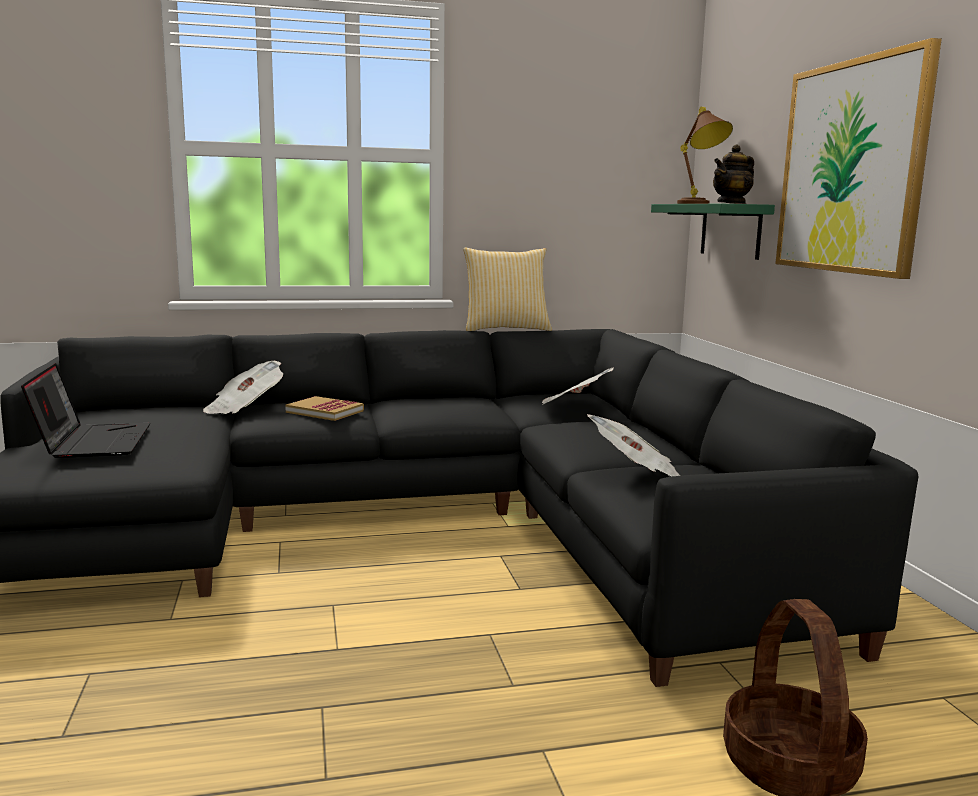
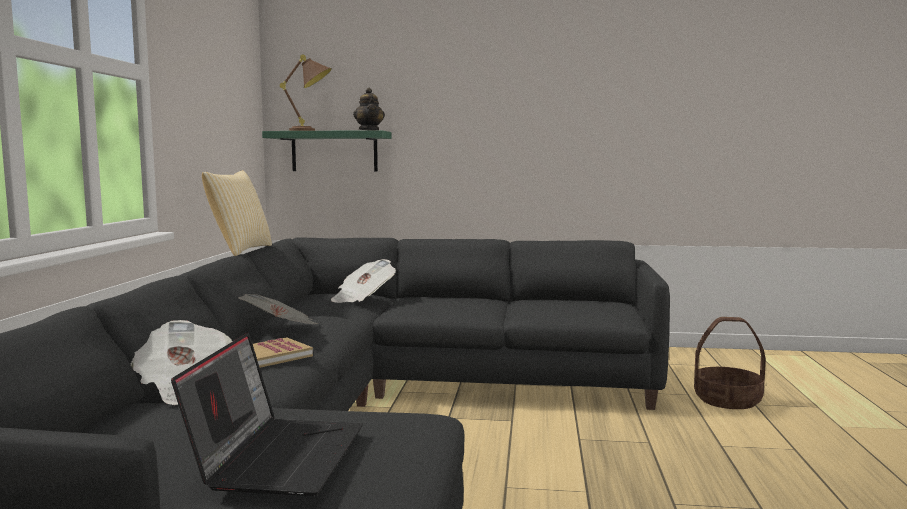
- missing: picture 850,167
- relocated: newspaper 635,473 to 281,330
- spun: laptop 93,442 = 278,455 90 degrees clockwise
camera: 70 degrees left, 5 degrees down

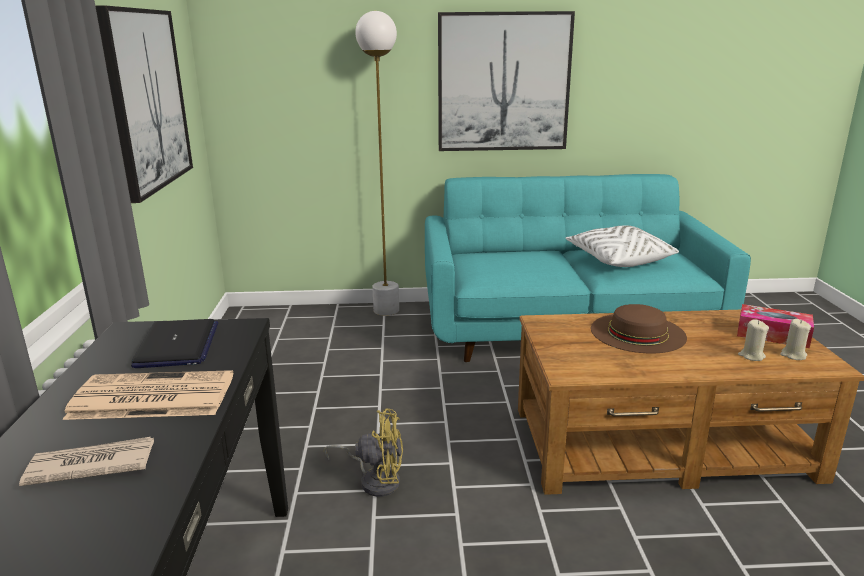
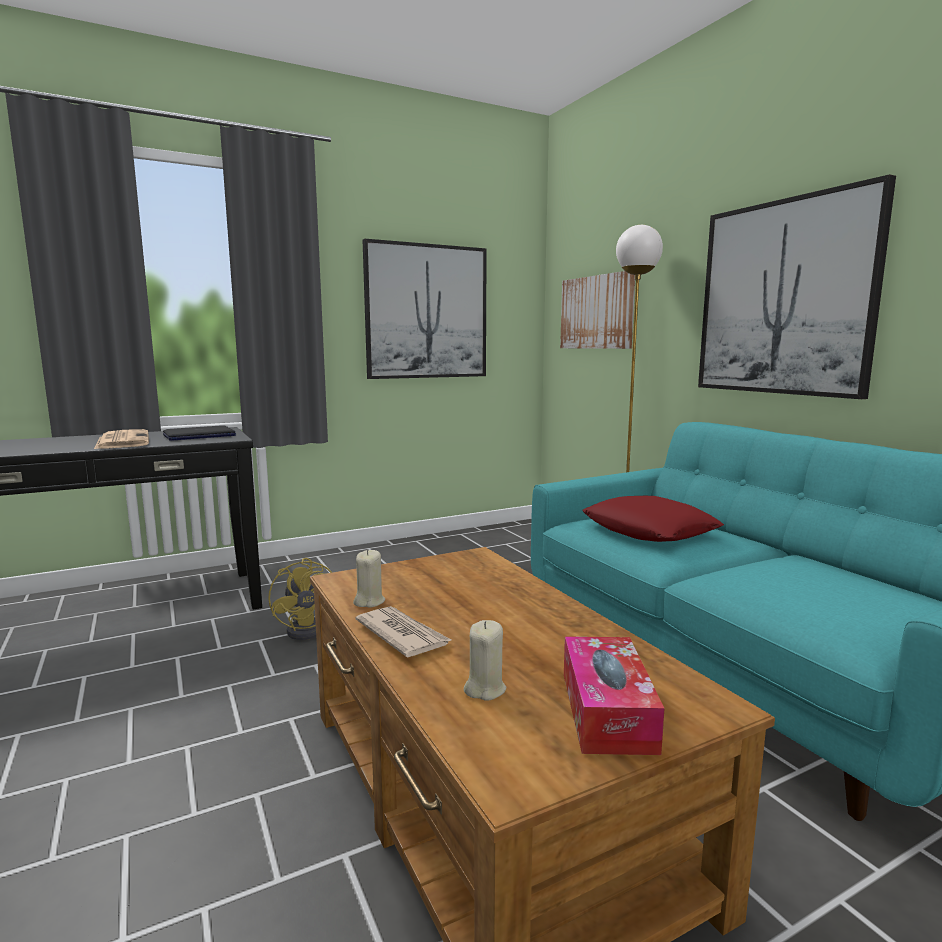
- missing: white_pillow 618,260
- missing: brown_hat 637,333
- appeared: picture 597,312
- appeared: red_pillow 649,530
- relocated: newspaper 90,465 to 402,635
- relocated: beige_candle 793,355 to 369,601
camera: 65 degrees right, 10 degrees down

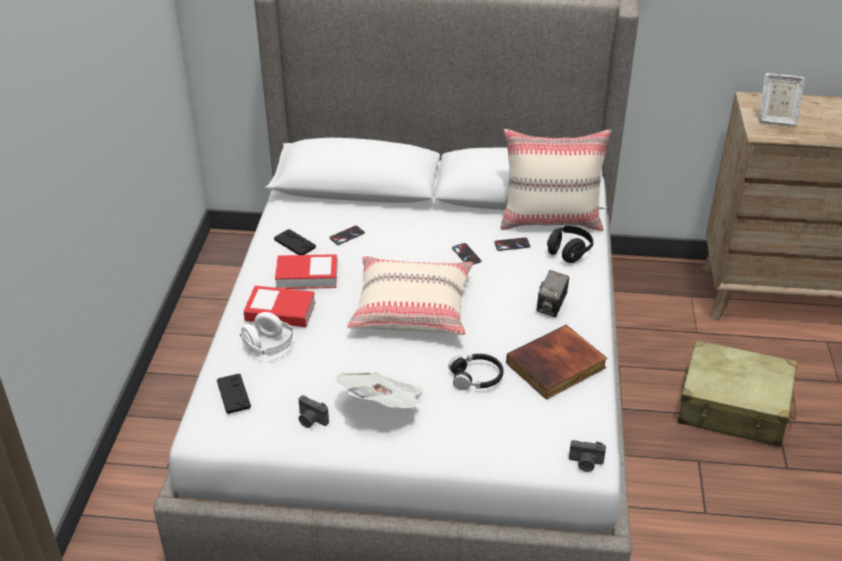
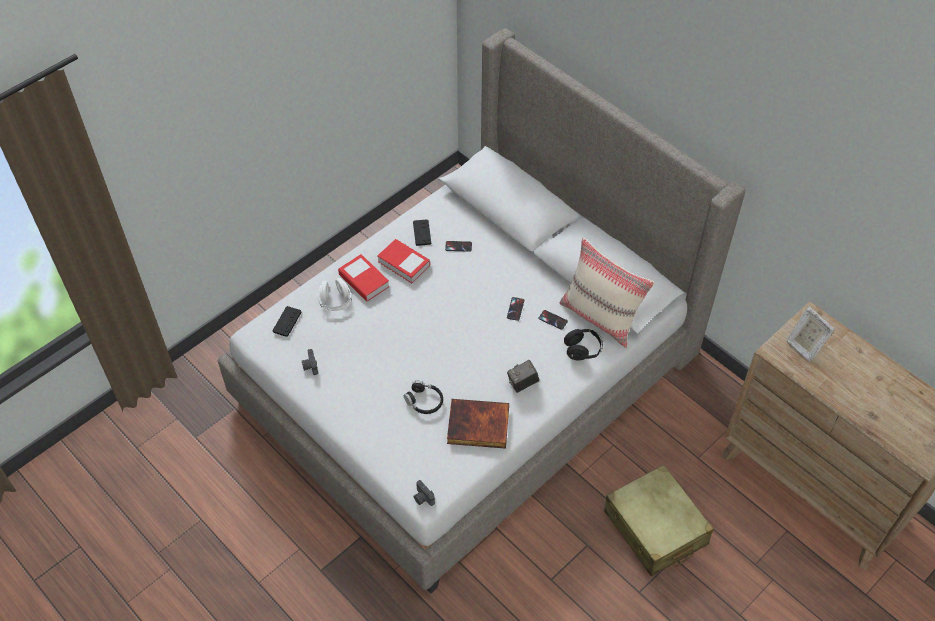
- missing: newspaper 384,406
- missing: beige_pillow 412,307
camera: 40 degrees right, 15 degrees up

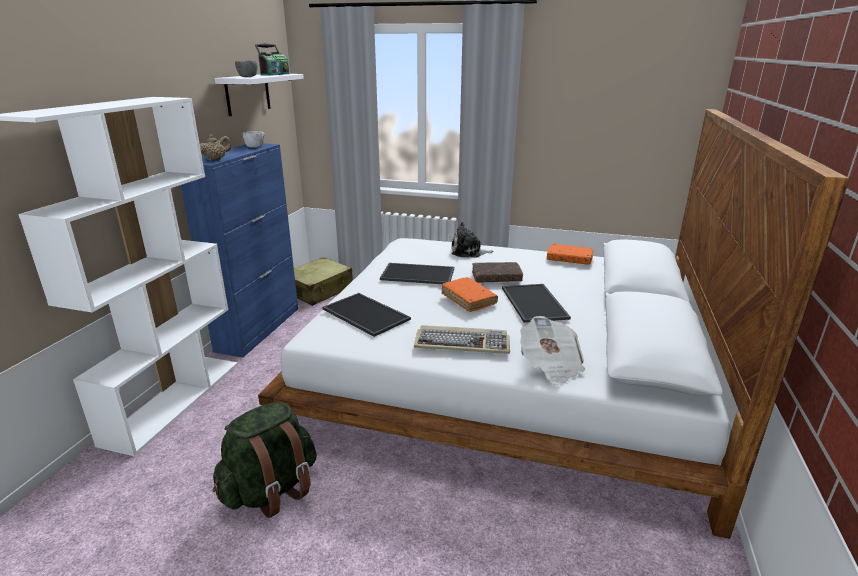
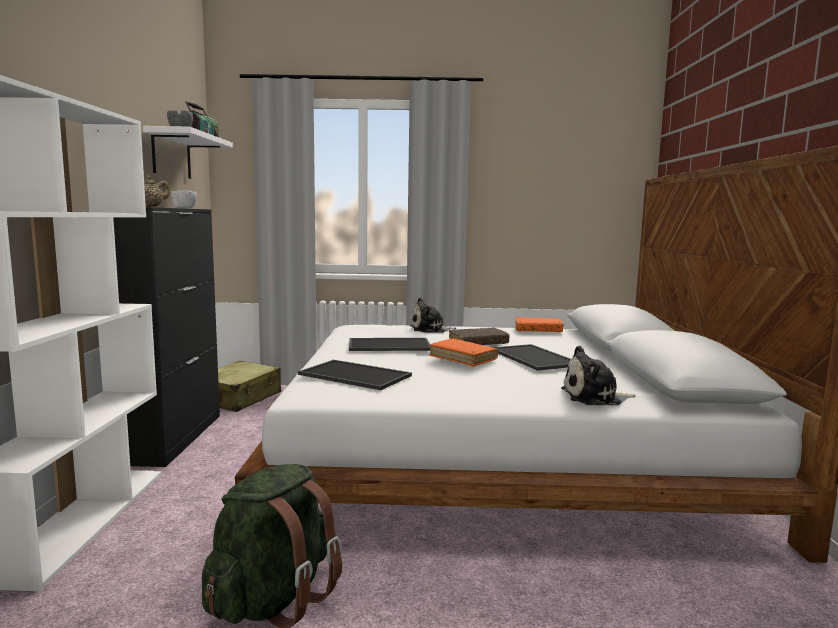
- missing: keyboard 463,343
- exchanged: newspaper 550,365 to plush_toy 594,397
- colour: blue_cabinet 259,328 to black_cabinet 176,437
camera: 15 degrees left, 15 degrees down

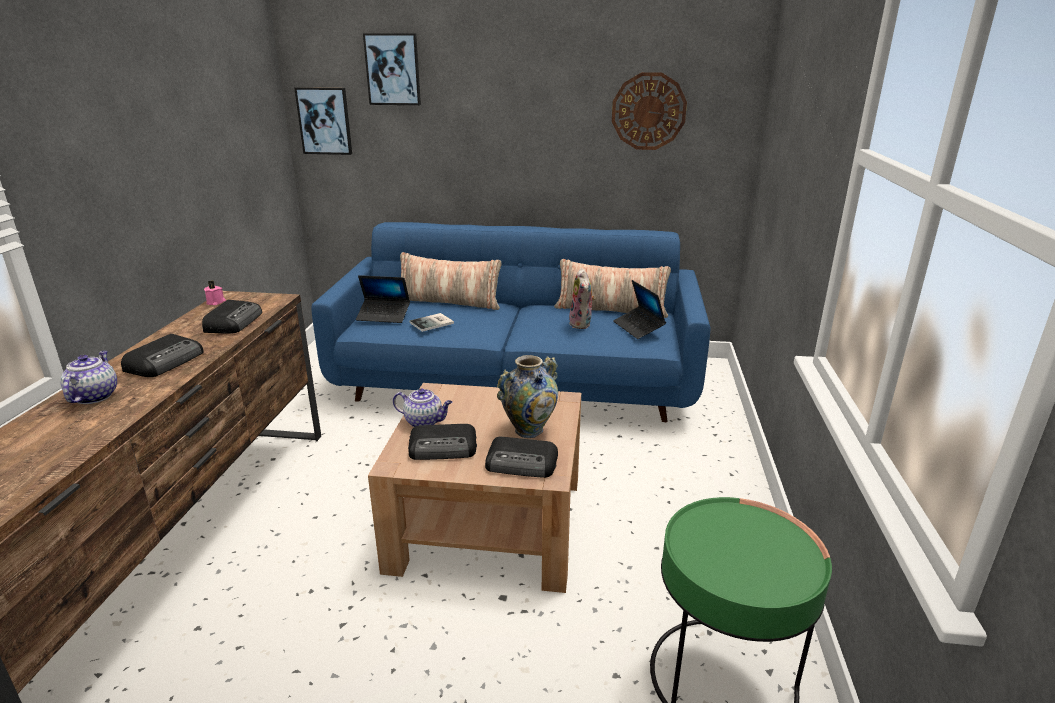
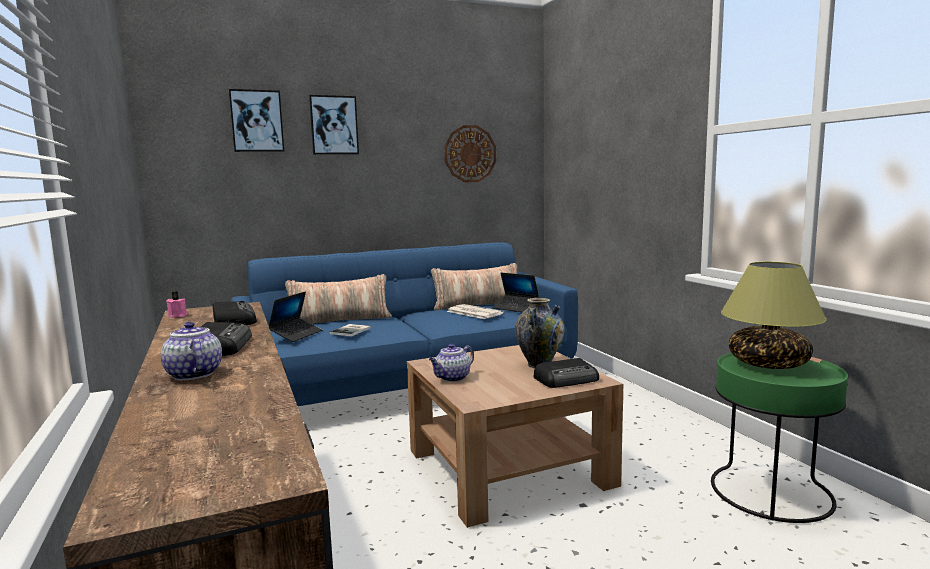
- missing: radio 444,448
- appeared: table_lamp 768,363
- relocated: picture 324,121 to 334,125
- exchanged: plush_toy 582,324 to newspaper 473,312
- spun: laptop 384,316 = 296,335 45 degrees counterclockwise
- spun: teapot 424,422 = 452,378 150 degrees clockwise
camera: 30 degrees left, 15 degrees down

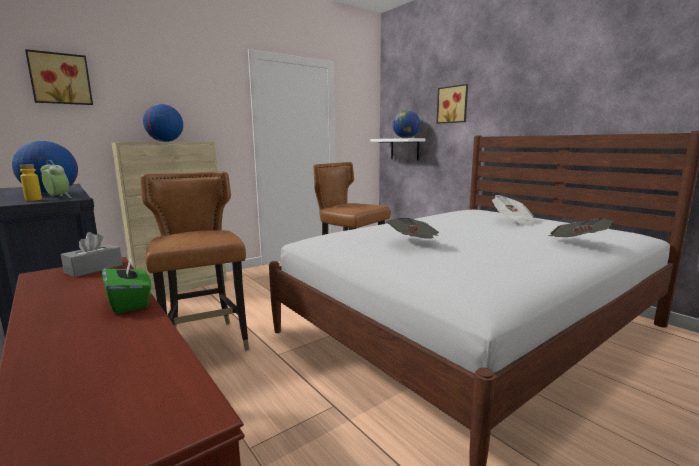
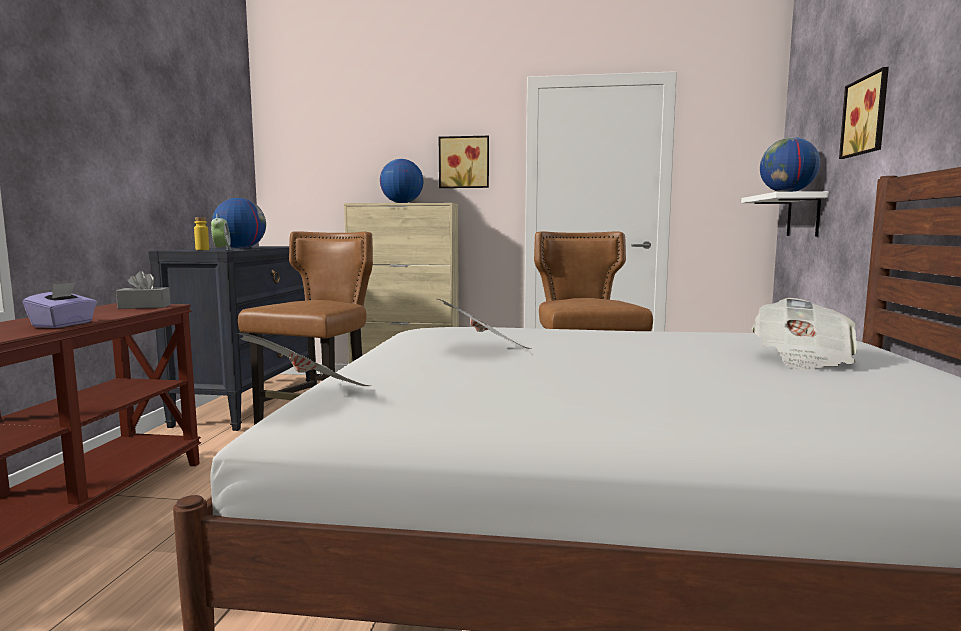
- relocated: picture 60,79 to 464,162
- relocated: newspaper 577,243 to 309,395
- colour: green_tissue_box 130,303 to purple_tissue_box 64,324
camera: 45 degrees right, 5 degrees down

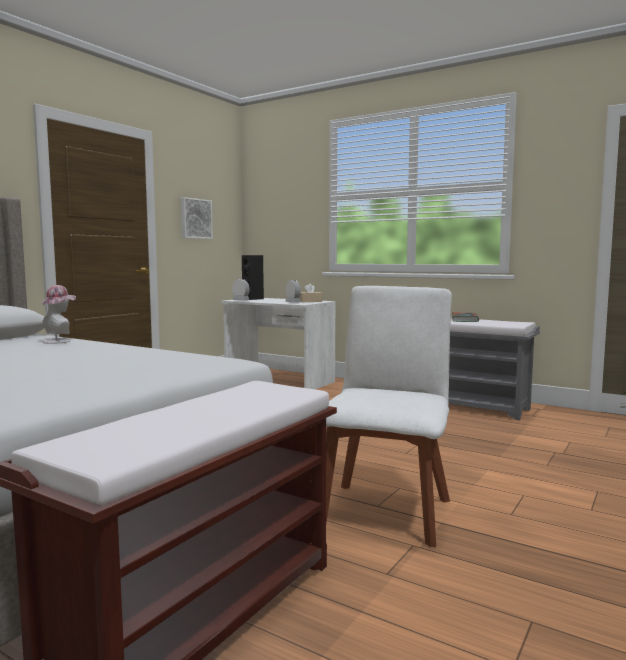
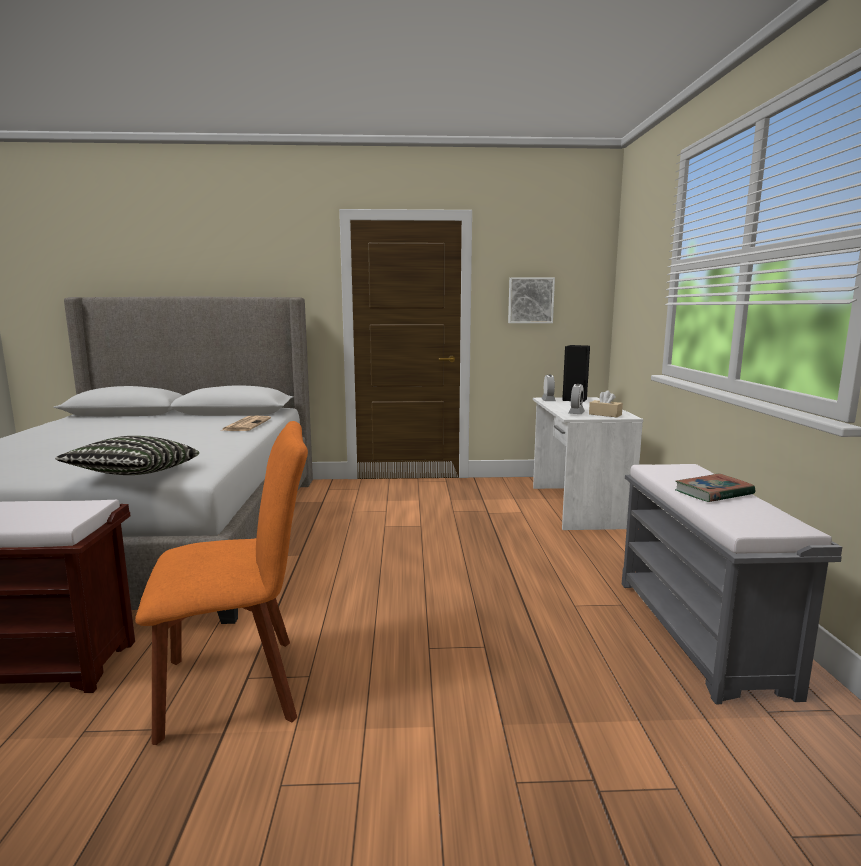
- appeared: pillow 133,475
- exchanged: hat 60,341 to newspaper 246,424
- colour: white_chair 386,509 to orange_chair 239,685
camera: 55 degrees right, 5 degrees up

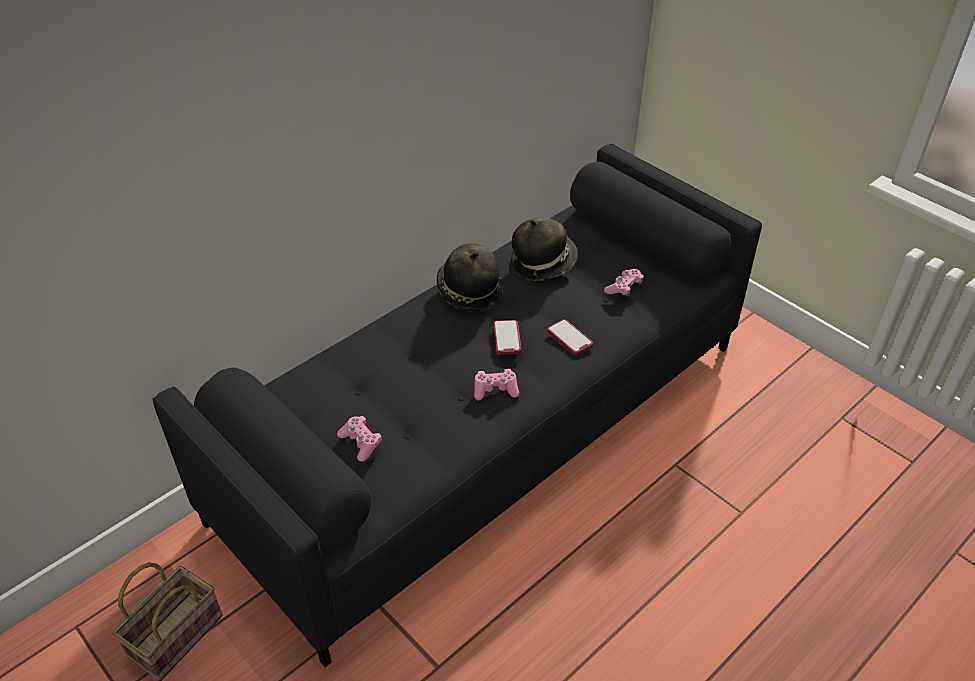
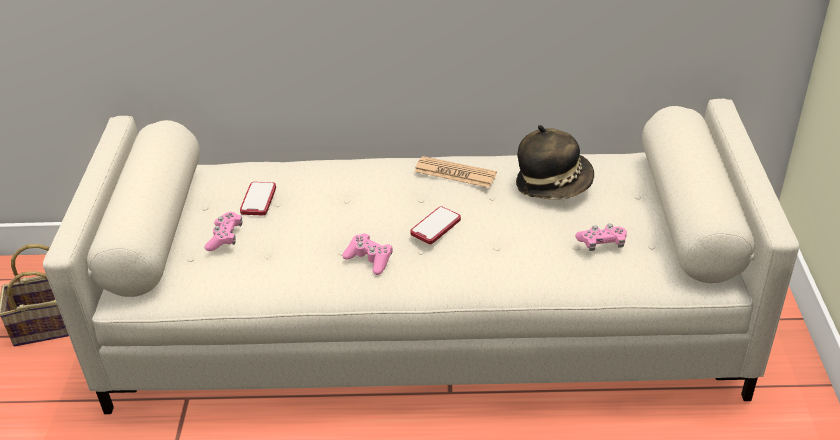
- relocated: phone 569,338 to 258,200
- exchanged: hat 468,291 to newspaper 455,173
- colour: black_sofa 487,427 to beige_sofa 427,324
camera: 45 degrees right, 5 degrees down

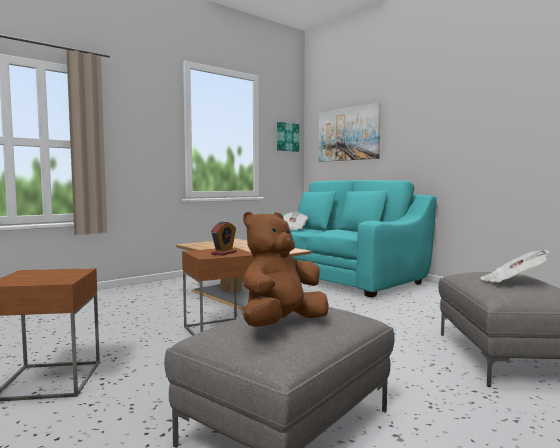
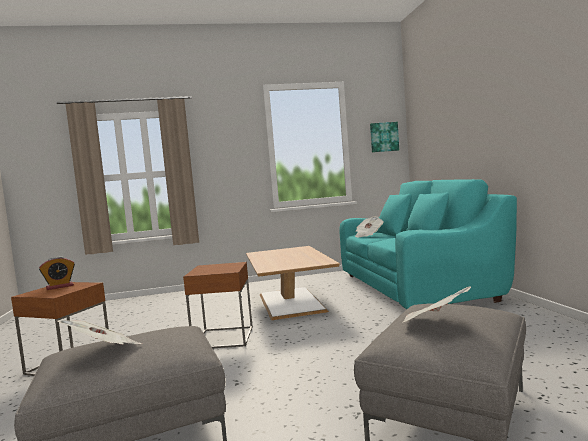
- missing: picture 348,134
- relocated: alarm_clock 224,253 to 60,286
- exchanged: brown_plush_toy 281,324 to newspaper 104,351
camera: 30 degrees right, 0 degrees up

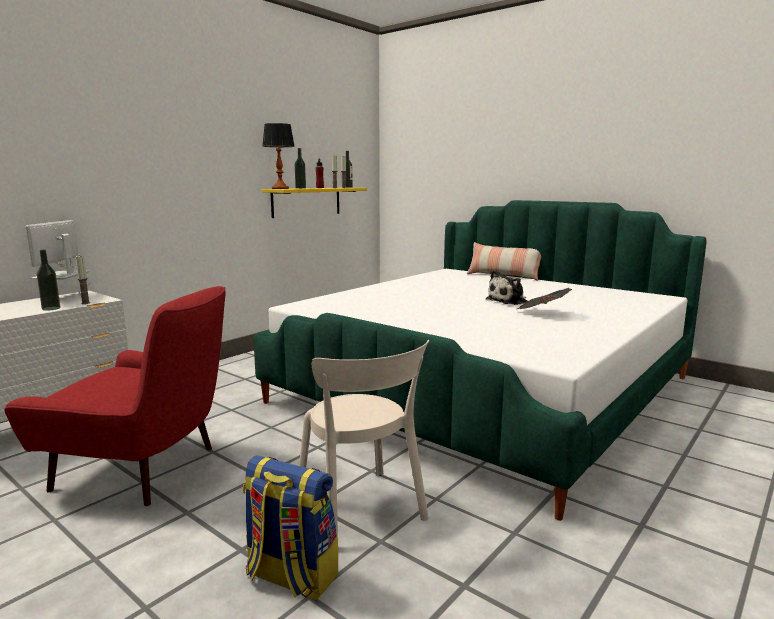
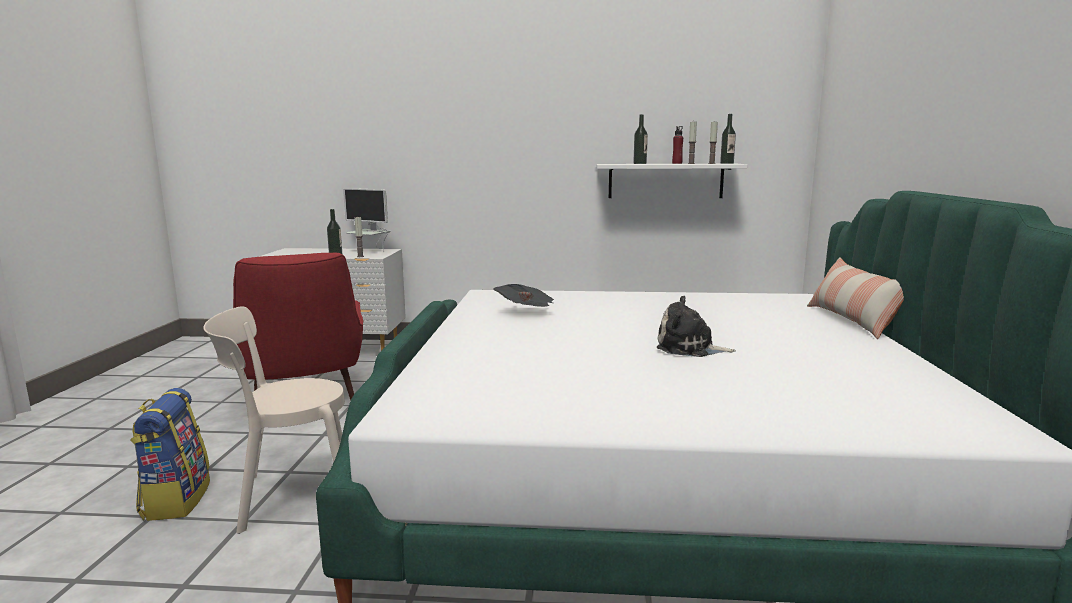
- missing: table_lamp 280,188
- relocated: newspaper 542,313 to 526,312
- colour: yellow_shelf 306,202 to white_shelf 665,181
- spun: monitor 65,297 = 370,251 120 degrees counterclockwise
- spun: beige_chair 362,512 = 290,496 45 degrees clockwise
camera: 55 degrees right, 0 degrees up

